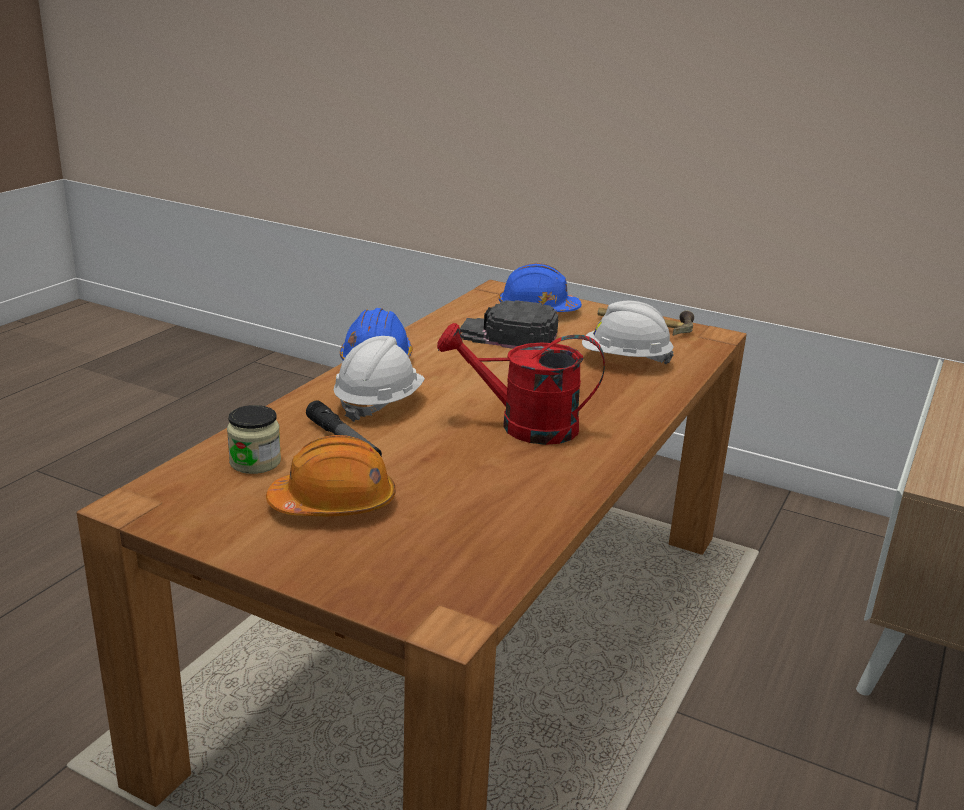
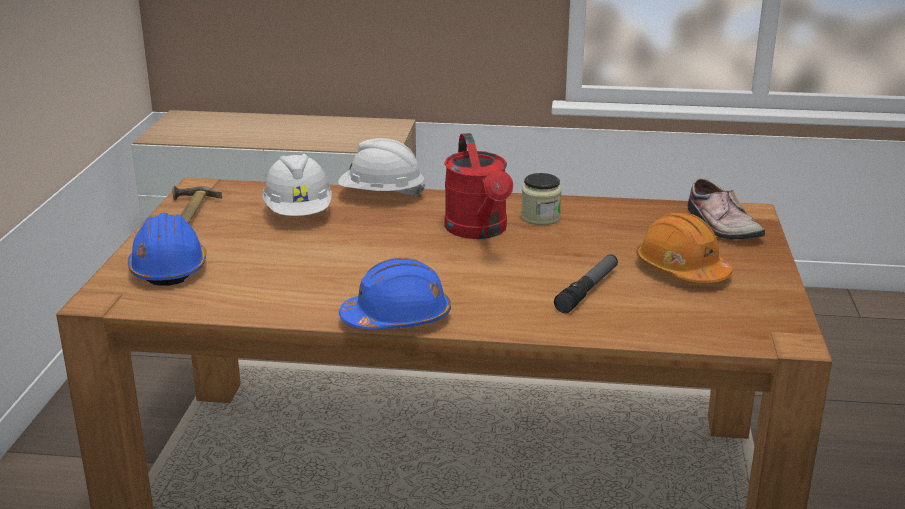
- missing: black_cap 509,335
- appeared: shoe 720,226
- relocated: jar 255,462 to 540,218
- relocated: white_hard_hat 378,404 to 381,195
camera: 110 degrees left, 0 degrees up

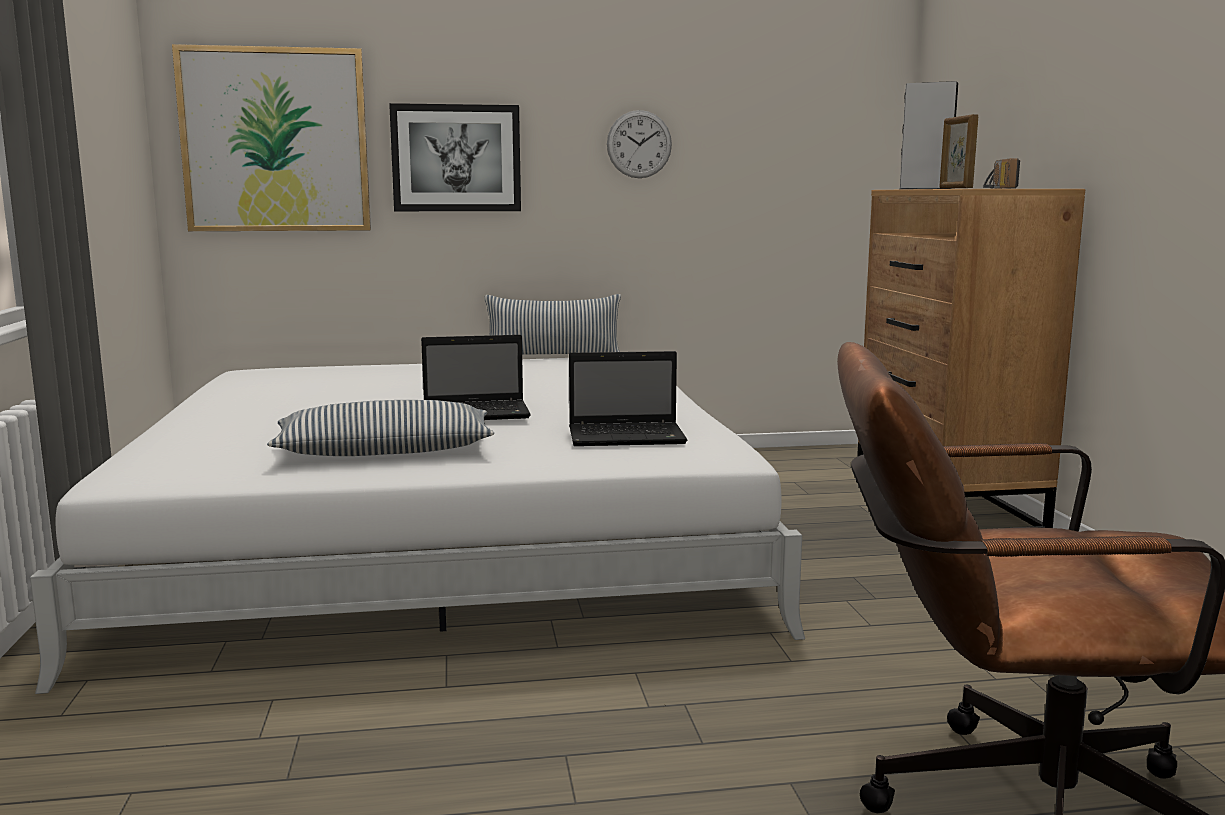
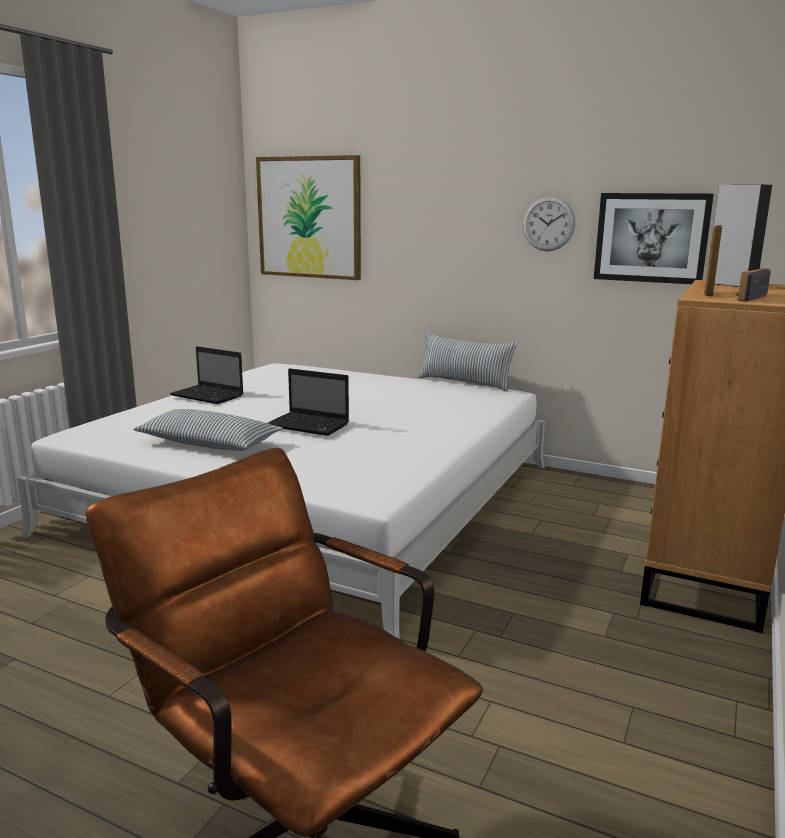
- relocated: picture 456,158 to 651,238
- relocated: laptop 629,437 to 209,396
camera: 35 degrees right, 5 degrees up

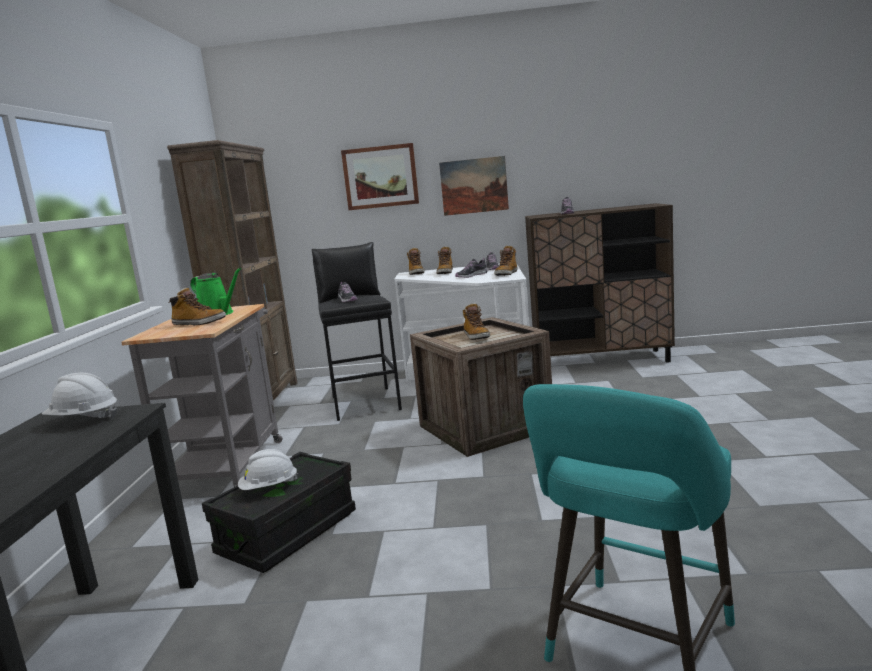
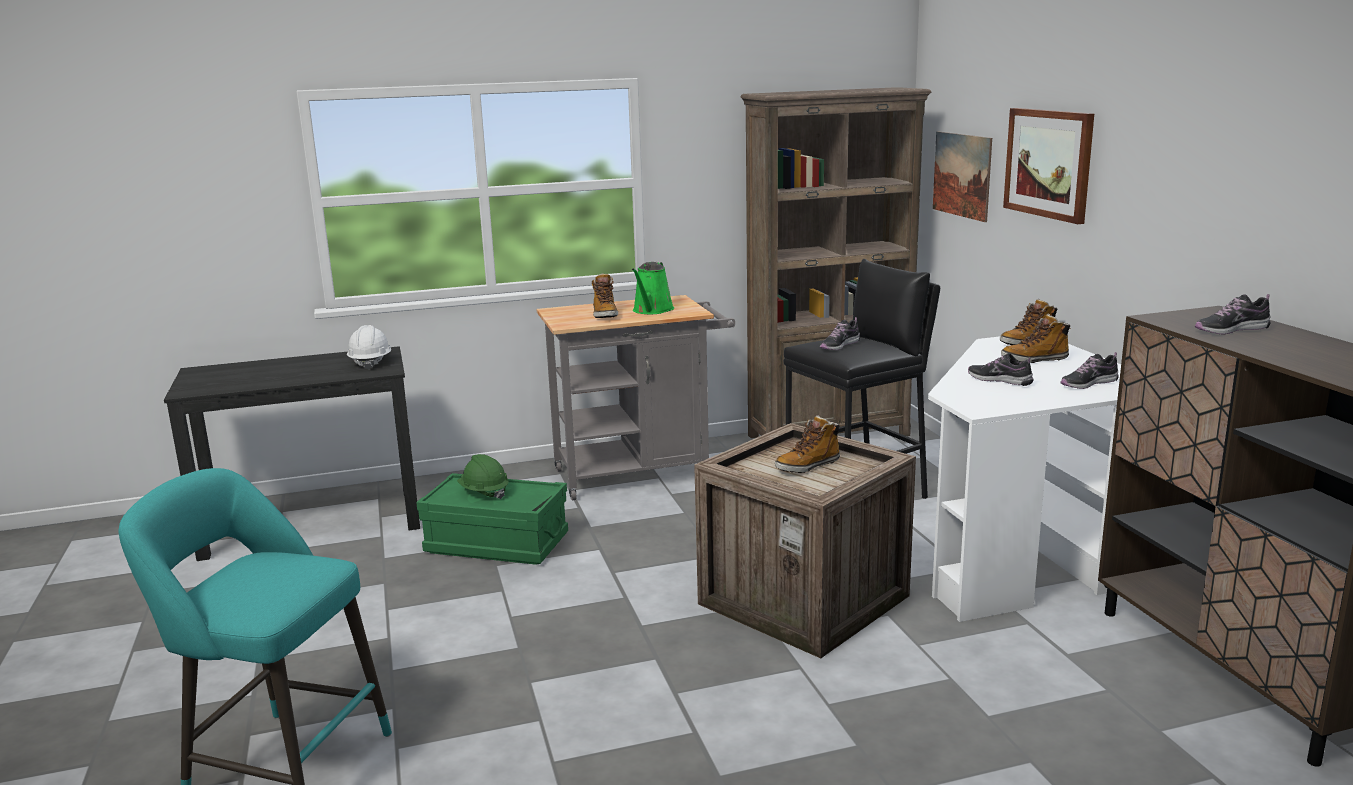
- missing: boot 506,274
- relocated: picture 474,186 to 961,175
- colour: black_storage_box 287,533 to green_storage_box 497,543
- colour: white_hard_hat 269,488 to green_hard_hat 484,492
camera: 70 degrees right, 5 degrees up

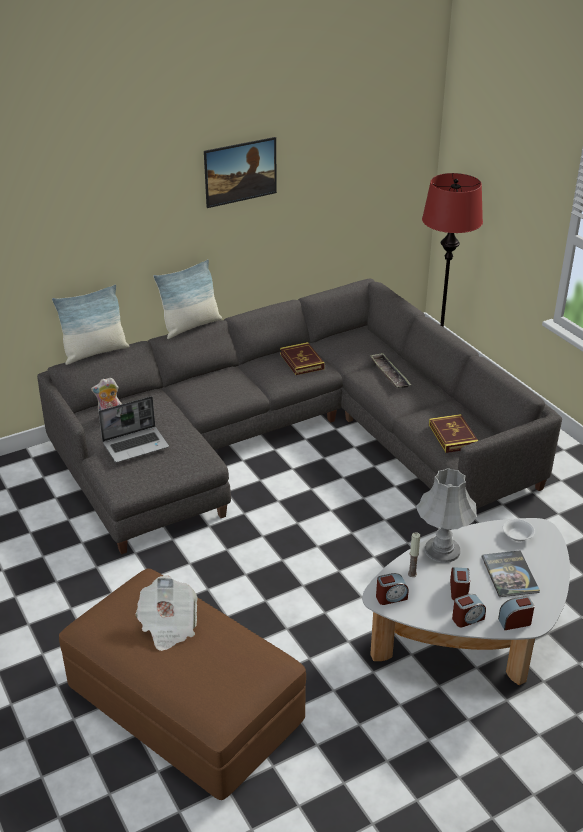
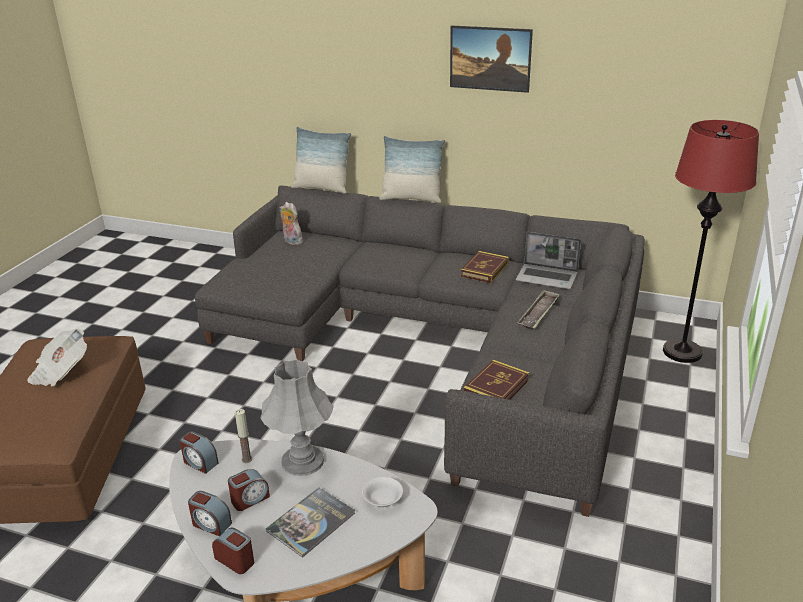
- relocated: laptop 136,445 to 547,278
camera: 50 degrees right, 5 degrees down

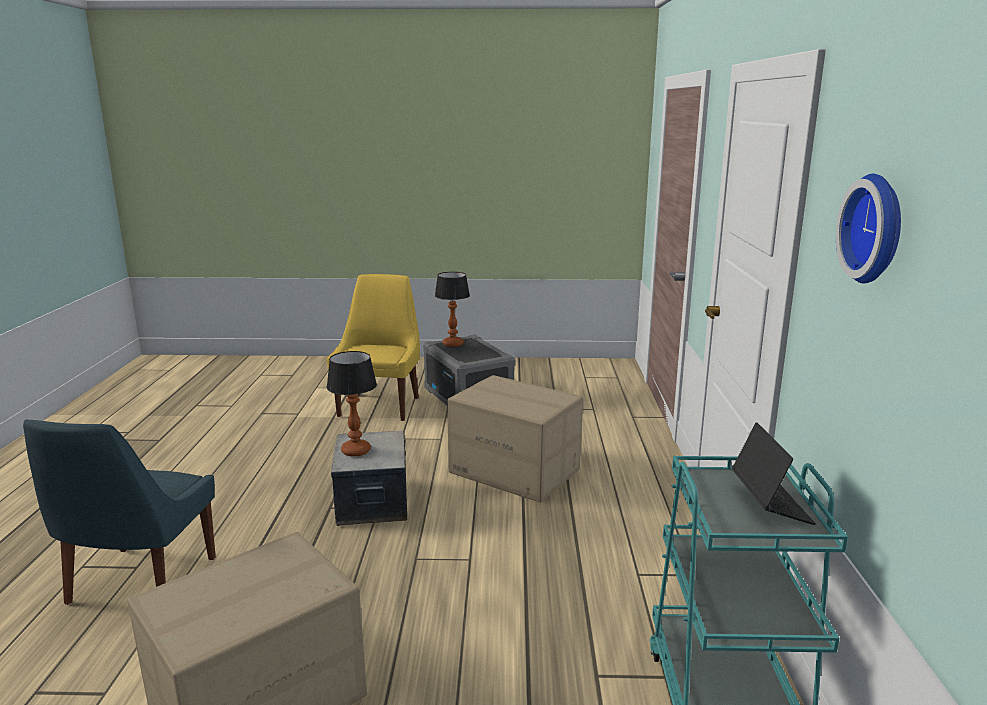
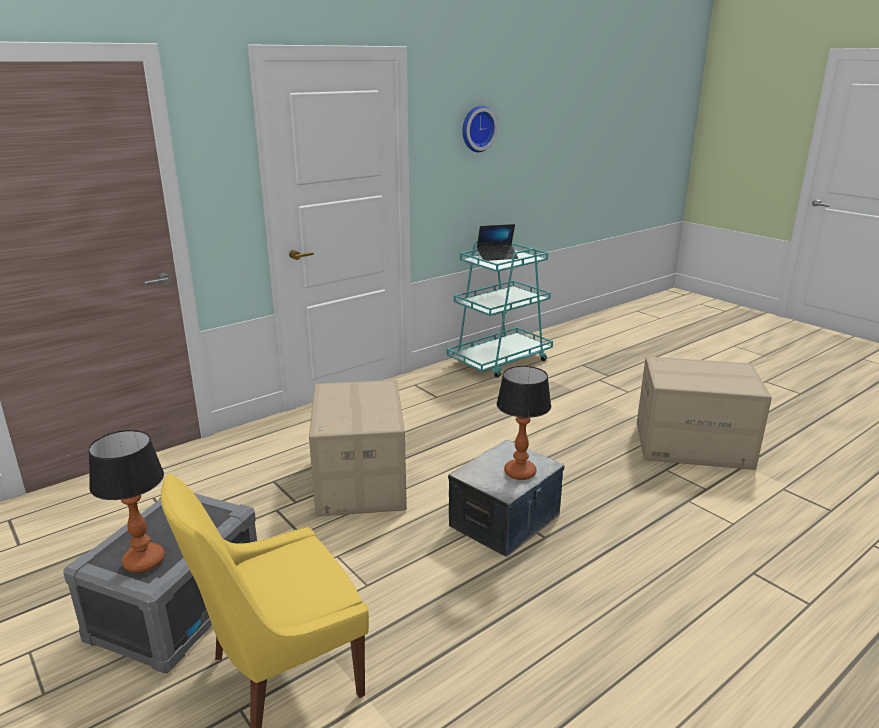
- missing: blue_chair 139,583
- spun: laptop 770,504 = 497,256 150 degrees counterclockwise
camera: 130 degrees left, 5 degrees up

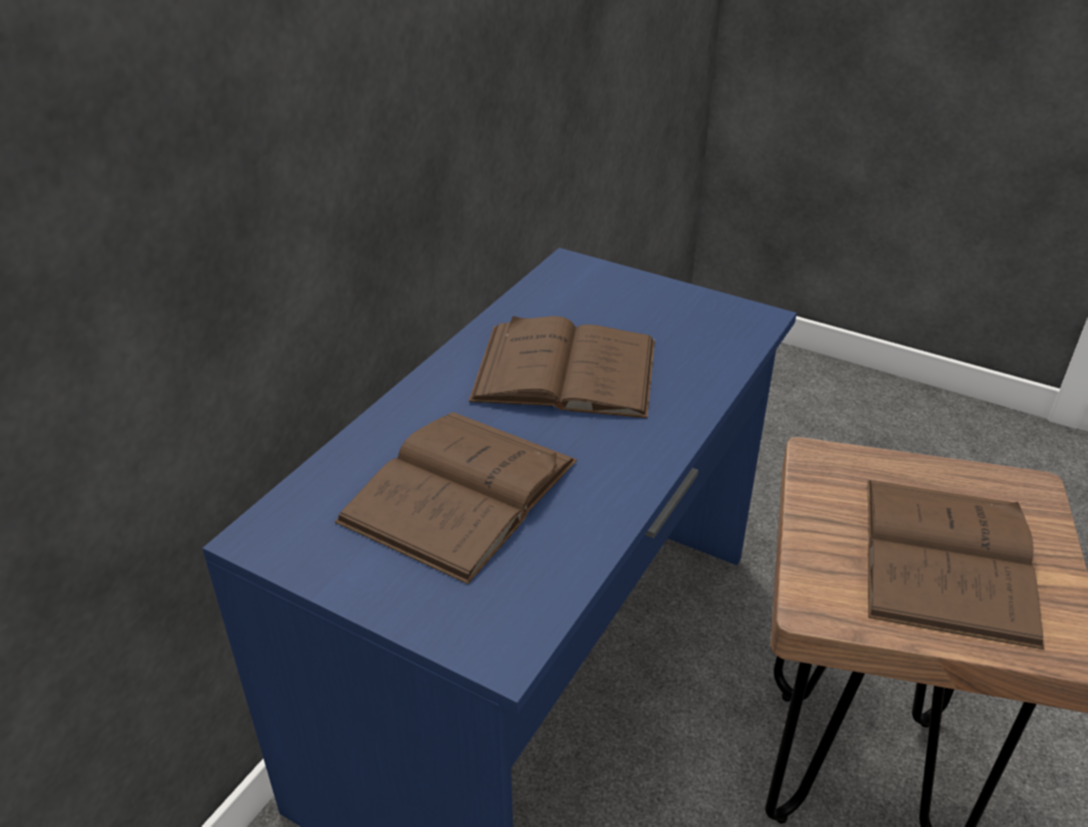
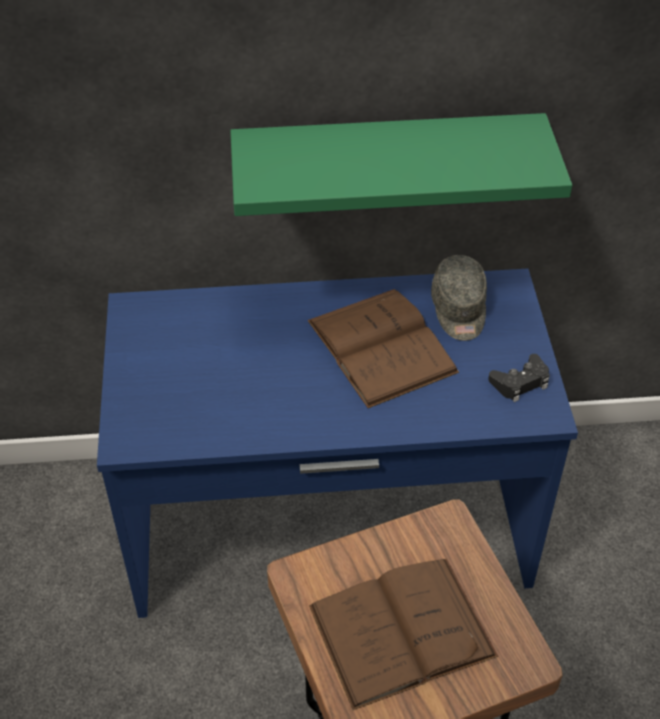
- missing: brown_book 460,491
- appeared: green_shelf 387,162
- appeared: grey_cap 459,310
- appeared: black_game_controller 520,382
camera: 55 degrees right, 10 degrees up

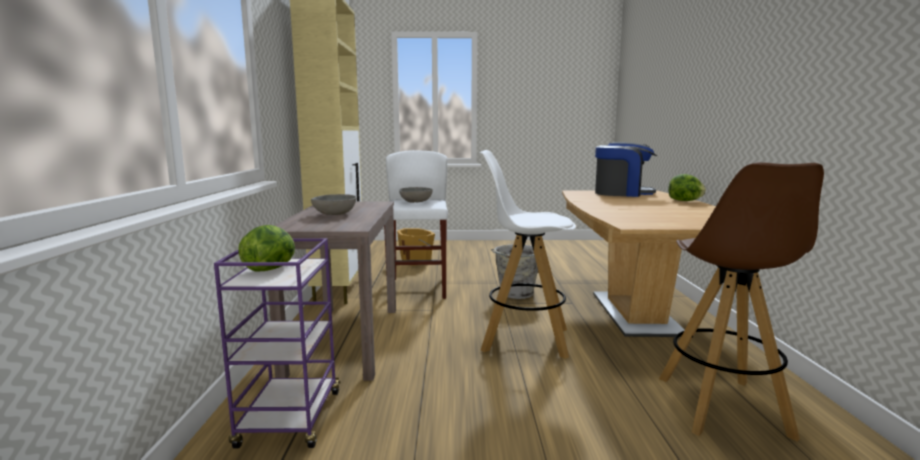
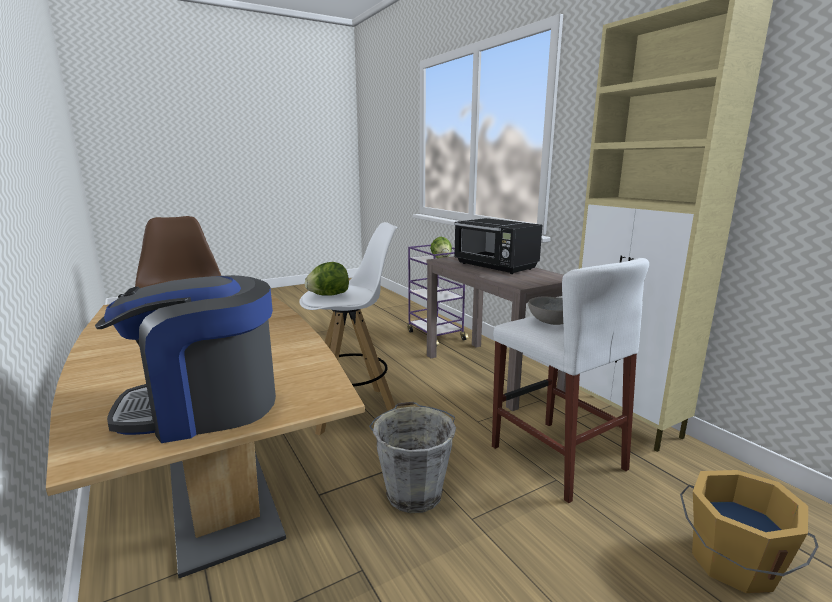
- relocated: lettuce 685,201 to 328,295
- exchanged: grey_bowl 334,214 to black_microwave 495,266
camera: 150 degrees right, 5 degrees up

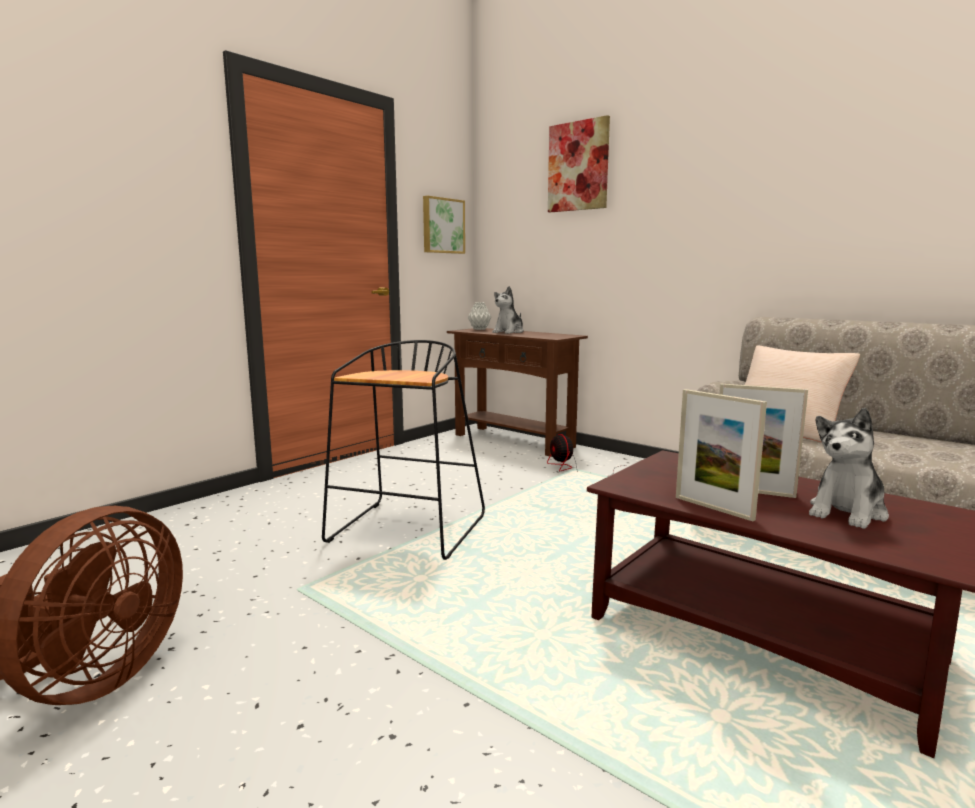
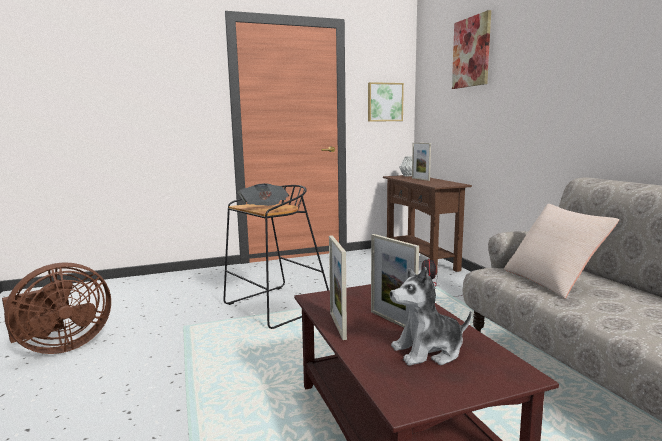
- appeared: newspaper 265,209
- exchanged: plush_toy 509,332 to picture_frame 420,179
camera: 30 degrees right, 0 degrees up

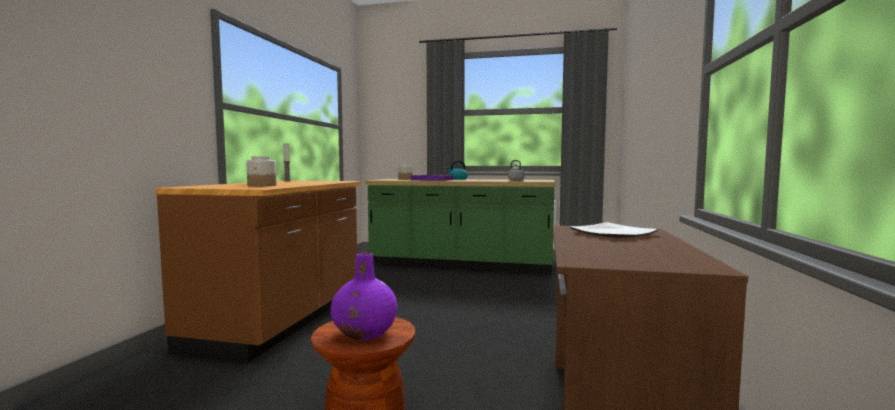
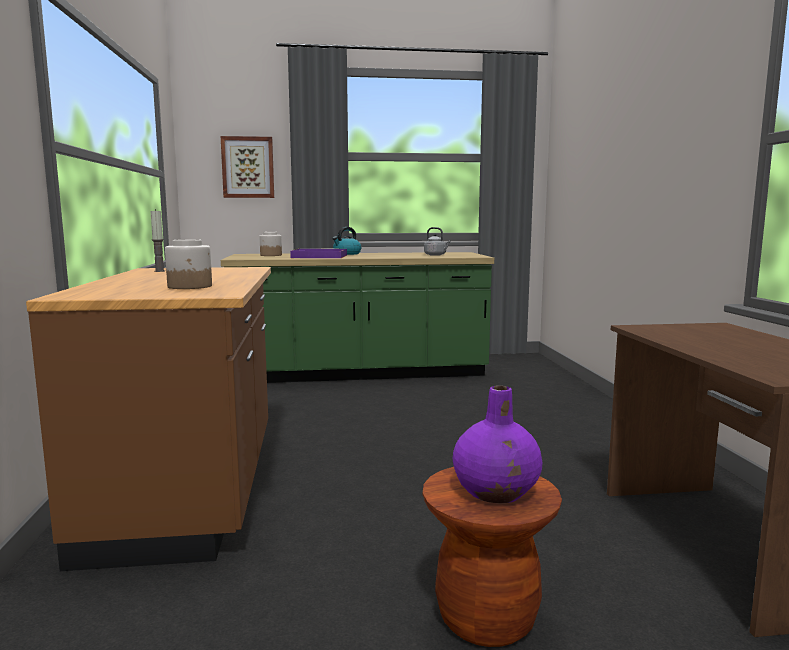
- missing: plate 612,233
- appeared: picture 248,167
camera: 20 degrees left, 5 degrees up

